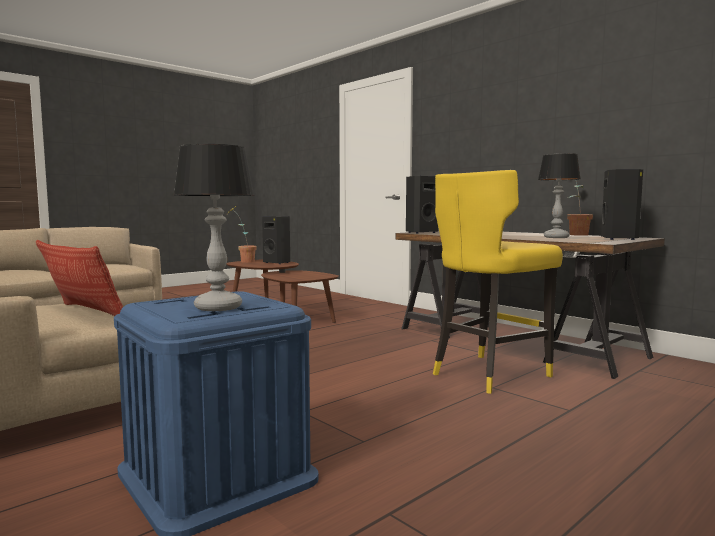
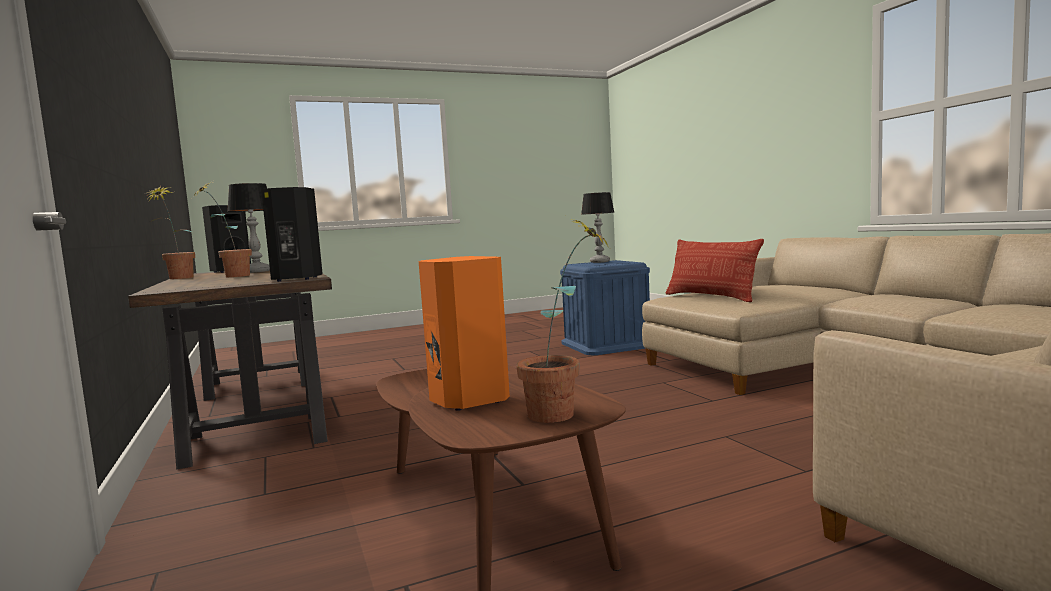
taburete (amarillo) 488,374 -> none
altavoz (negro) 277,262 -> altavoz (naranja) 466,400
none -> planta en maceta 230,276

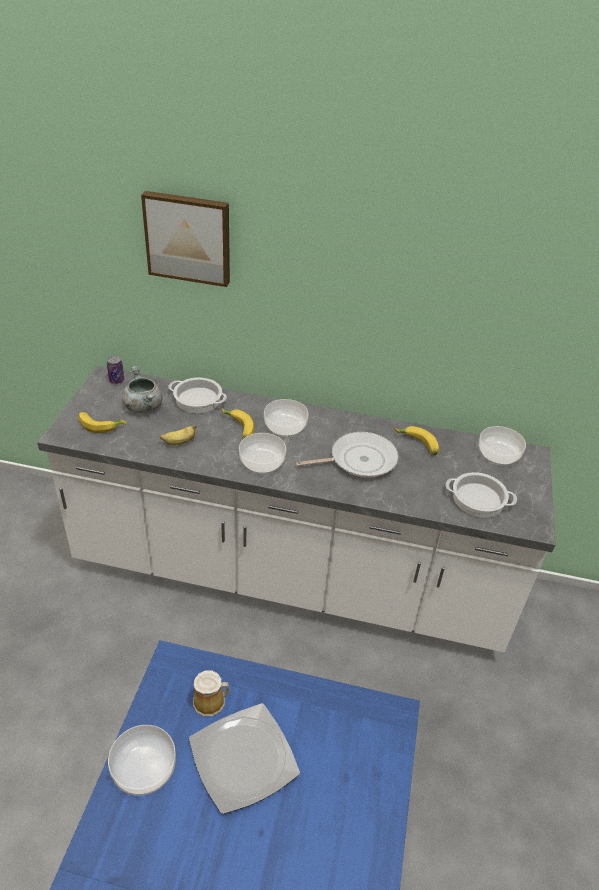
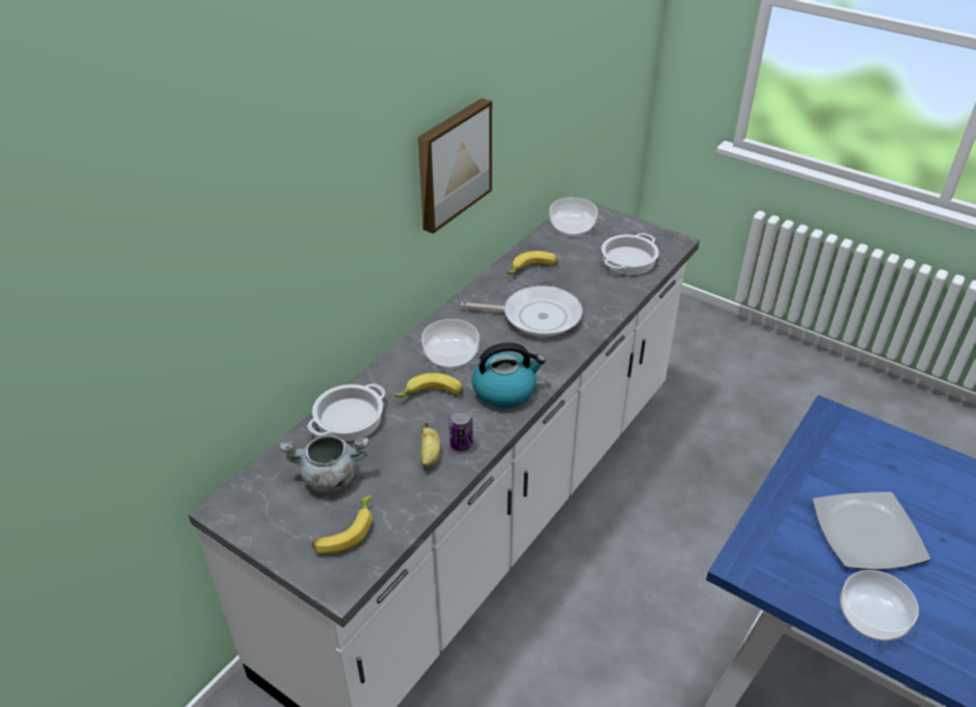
cuadro 188,238 -> cuadro 452,163, moved
lata 116,380 -> lata 461,444, moved
sartén 359,460 -> sartén 537,316, 90 degrees clockwise
cuenco 262,462 -> hervidor 505,390
taza grande 211,701 -> none

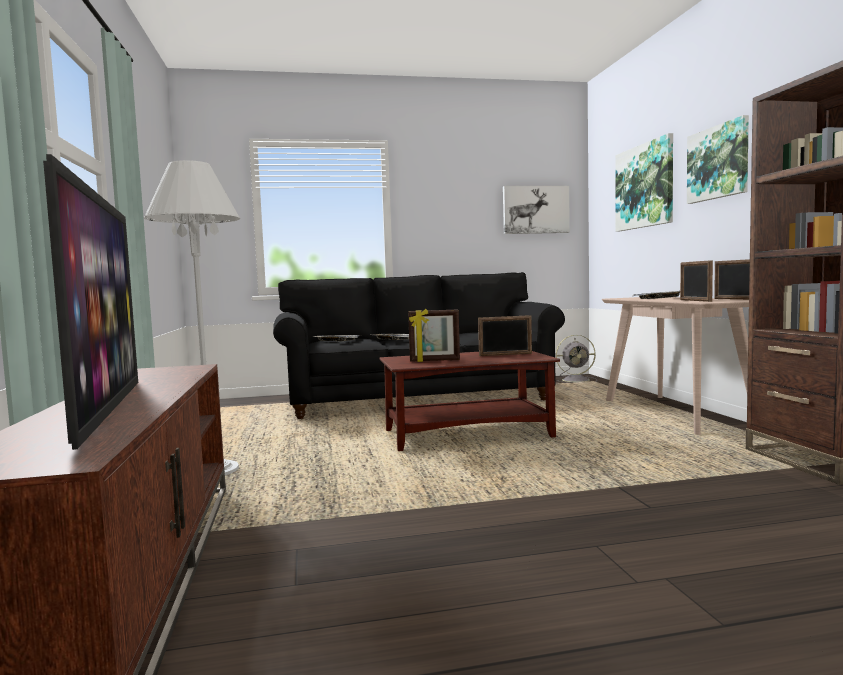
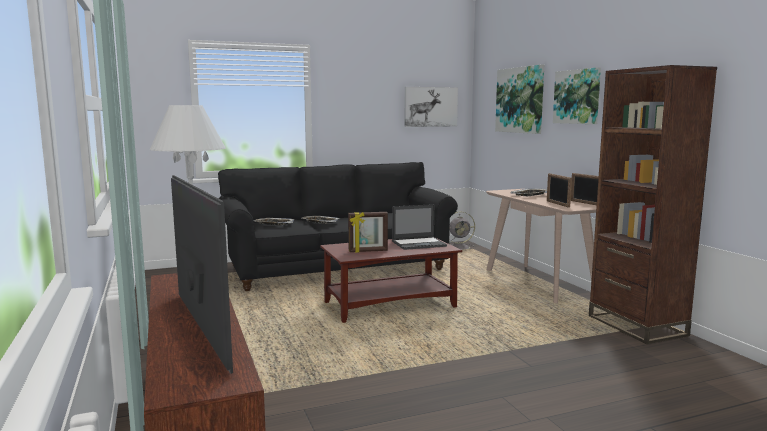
portarretratos 505,354 -> portátil 419,244

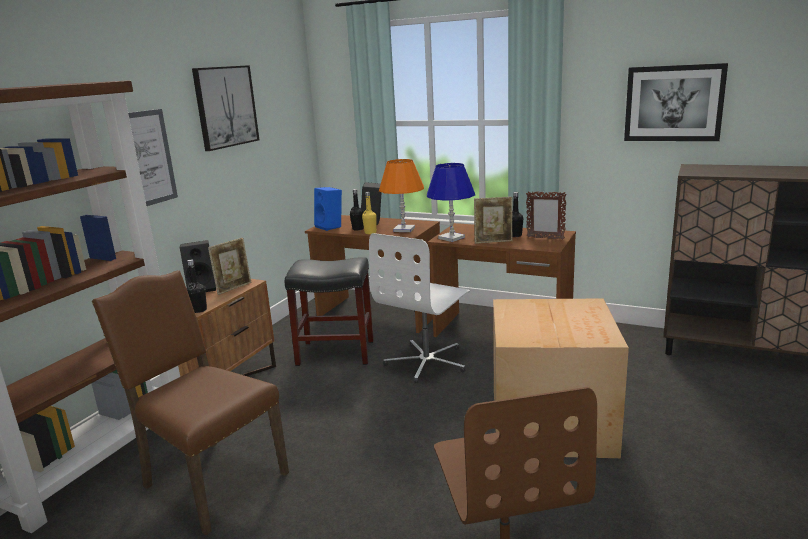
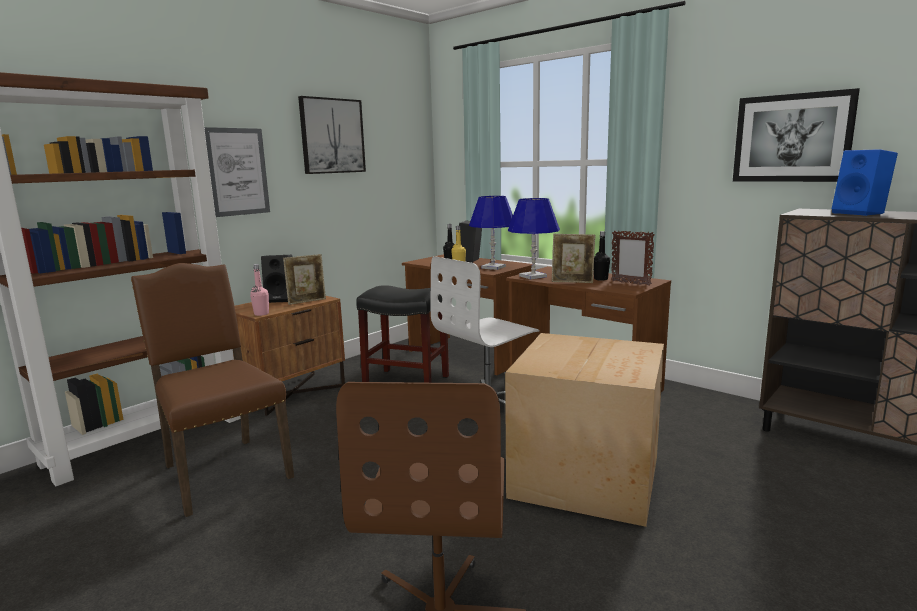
lámpara de mesa (naranja) 403,229 -> lámpara de mesa (azul) 493,267
altavoz (azul) 330,226 -> altavoz (azul) 861,213, moved
botella (negro) 199,310 -> botella (rosa) 261,314

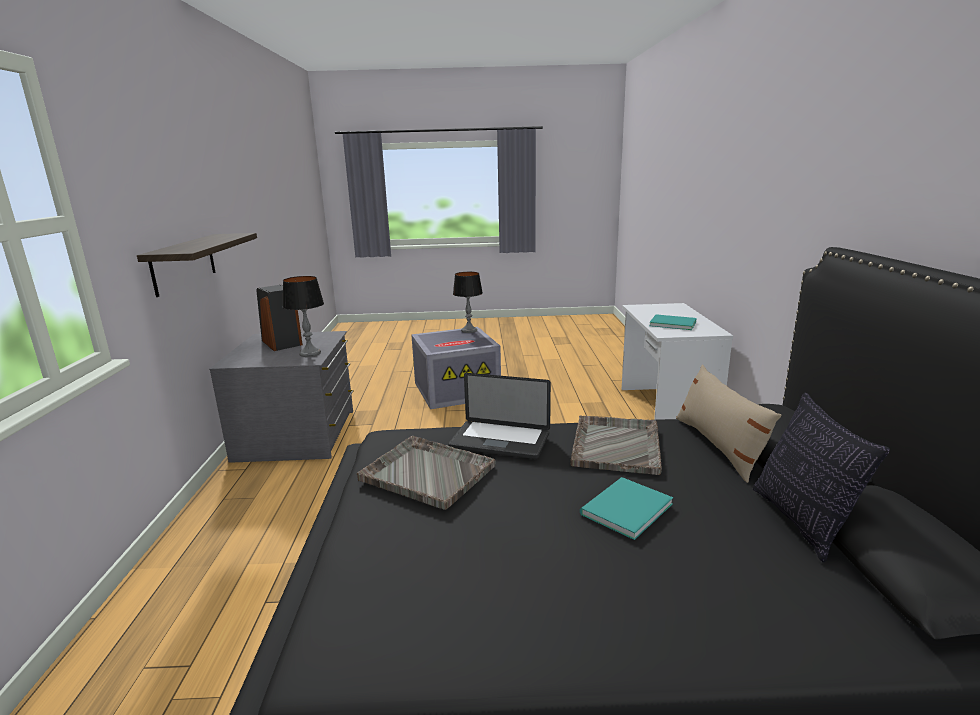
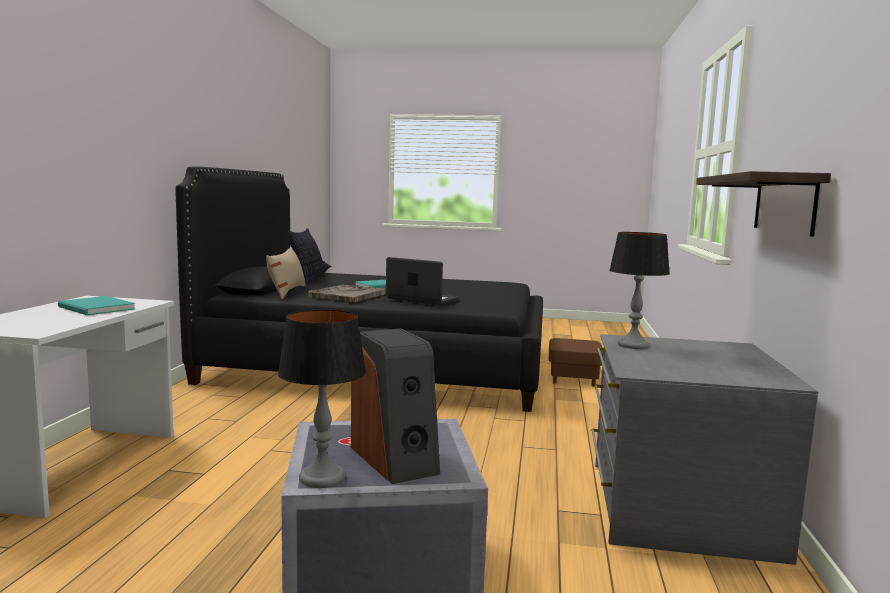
altavoz 280,343 -> altavoz 395,459, moved
bandeja (gris) 426,472 -> none
none -> puf (marrón) 573,379

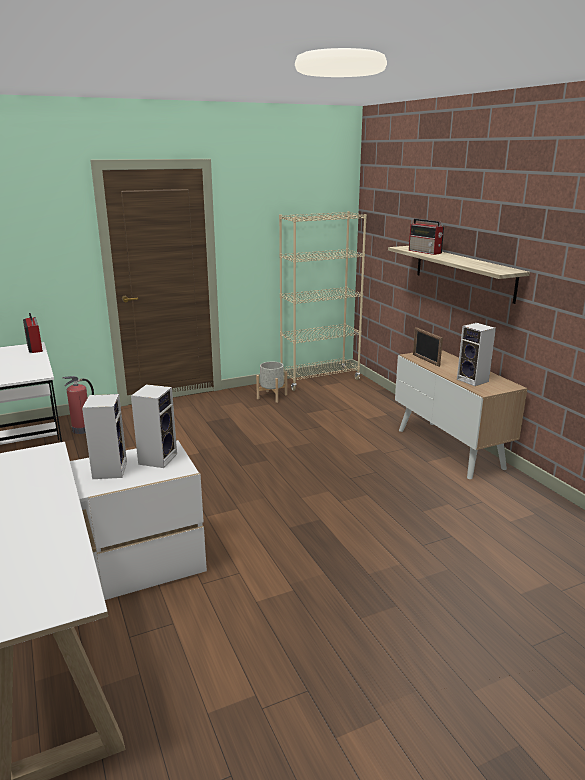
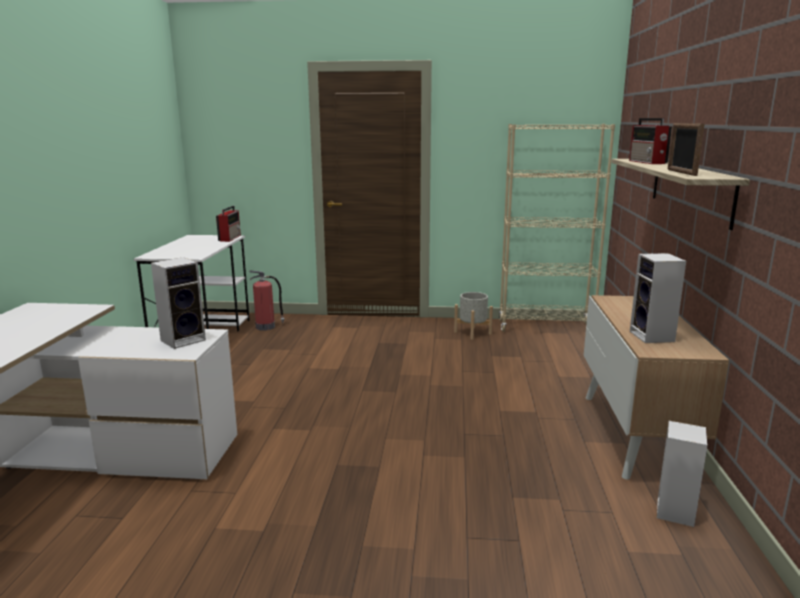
portarretratos 425,360 -> portarretratos 681,172, moved
altavoz 109,470 -> altavoz 674,510, moved

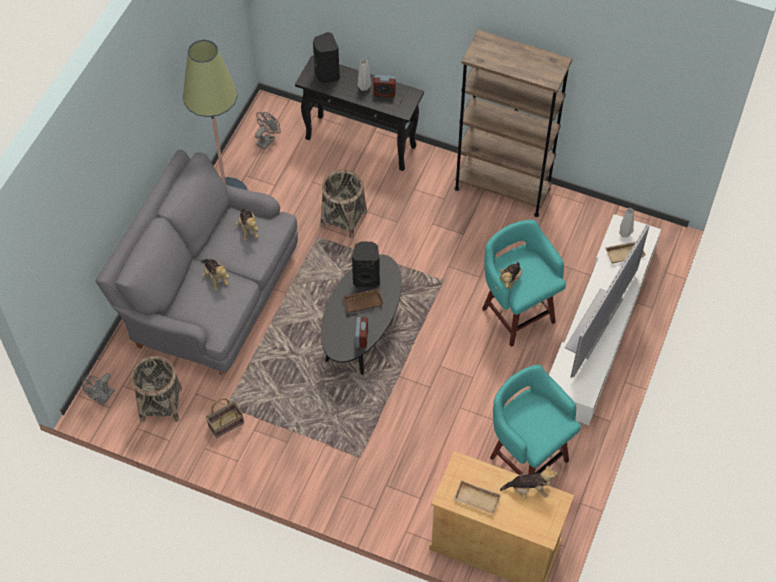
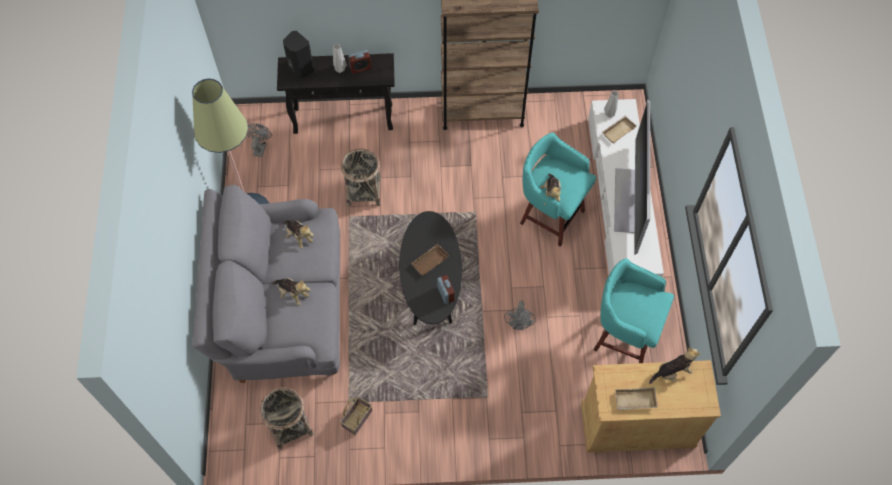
altavoz (negro) 366,278 -> none
ventilador (gris) 102,398 -> ventilador (gris) 518,324, moved

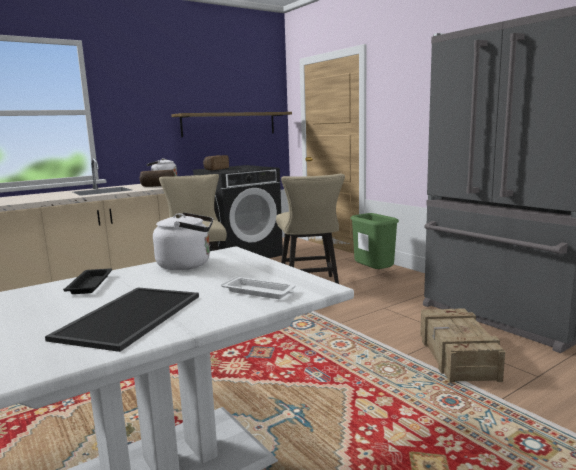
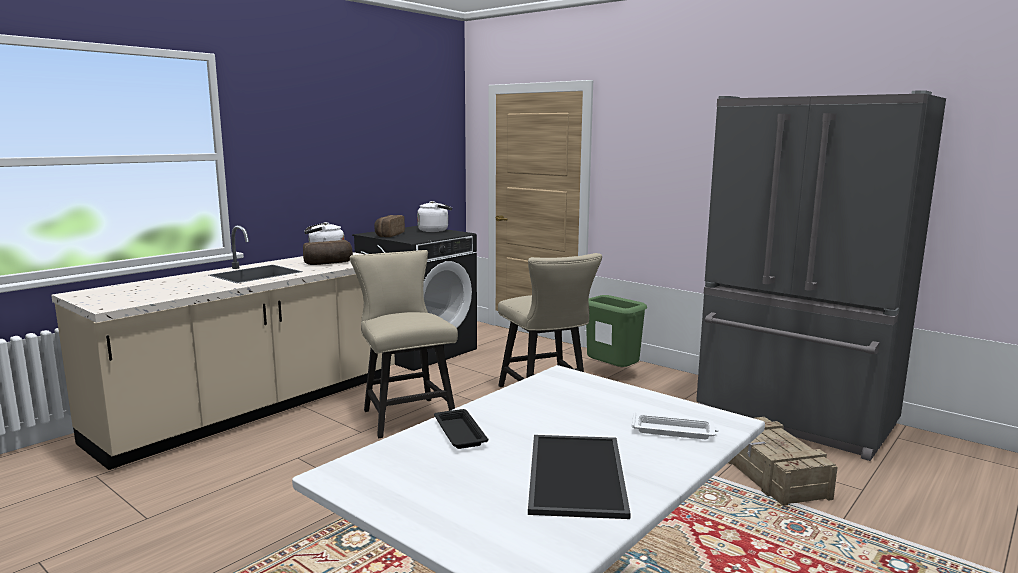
estante 229,124 -> none
hervidor (blanco) 188,265 -> hervidor (blanco) 435,230, moved

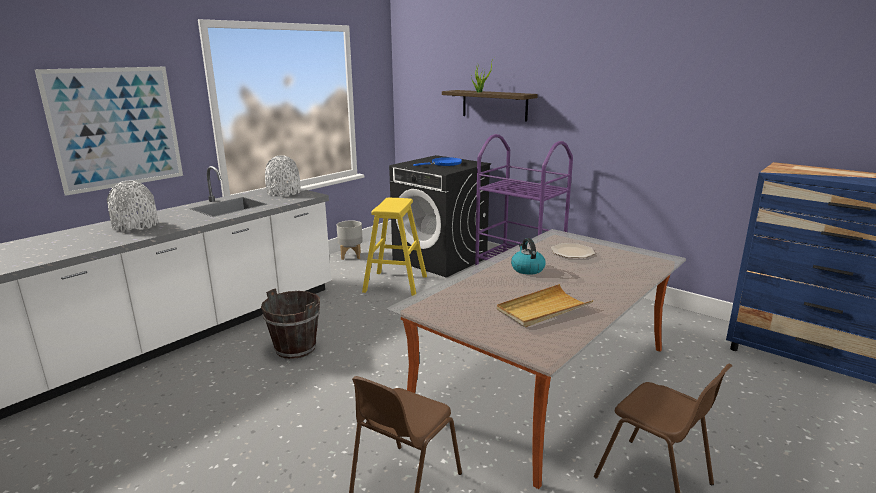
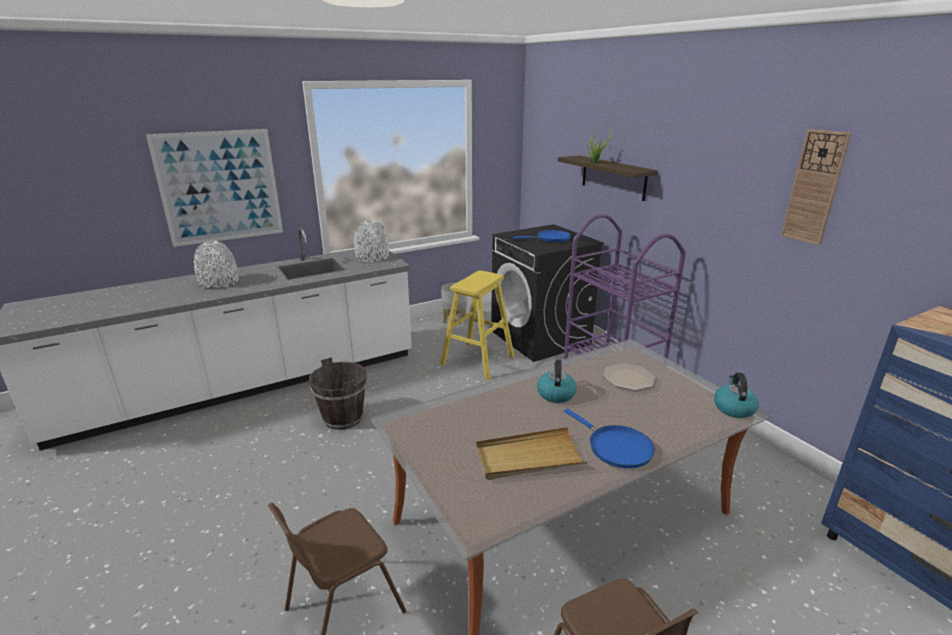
none -> reloj de pared 814,187
none -> hervidor 733,408
none -> sartén (azul) 616,447

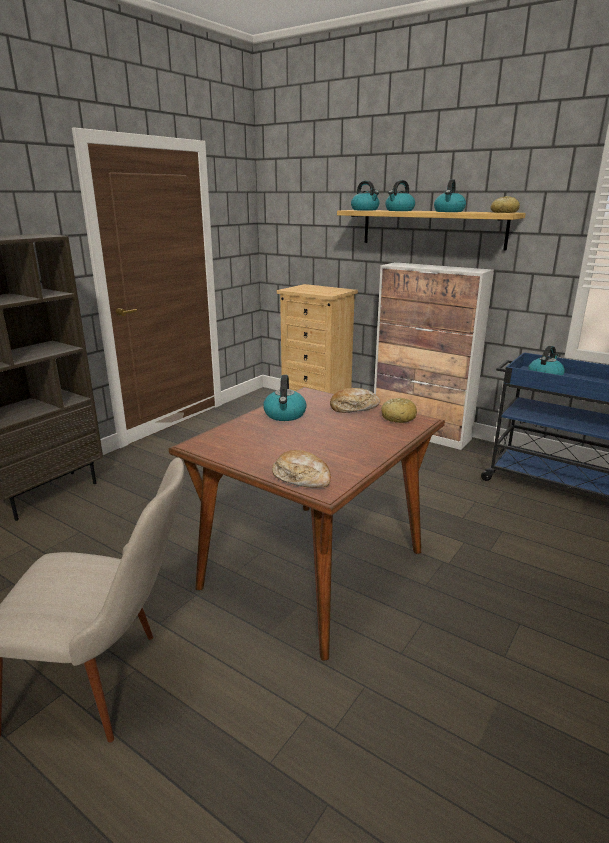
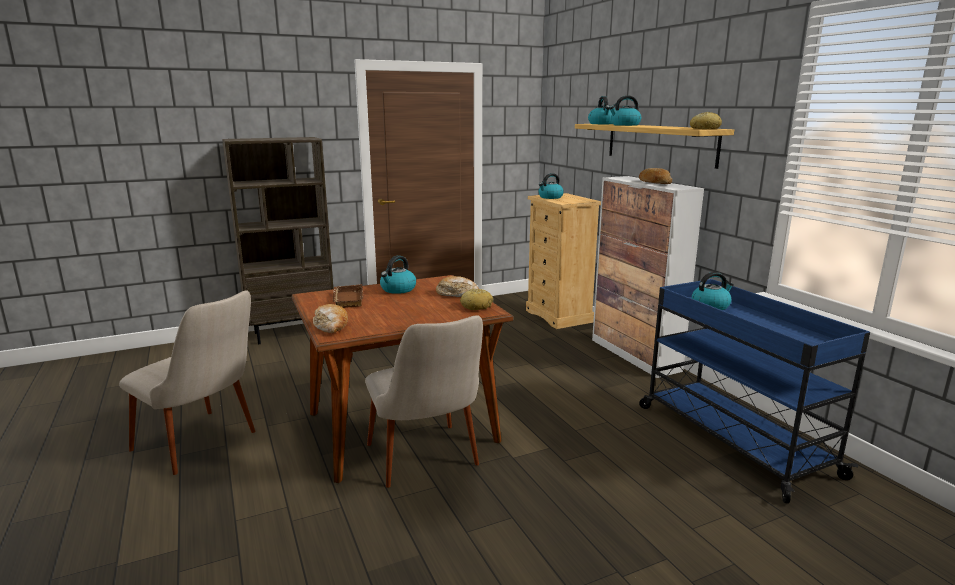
hervidor 449,211 -> hervidor 550,197, moved
none -> pan 654,183
none -> bandeja (marrón) 346,299
none -> silla (beis) 428,465

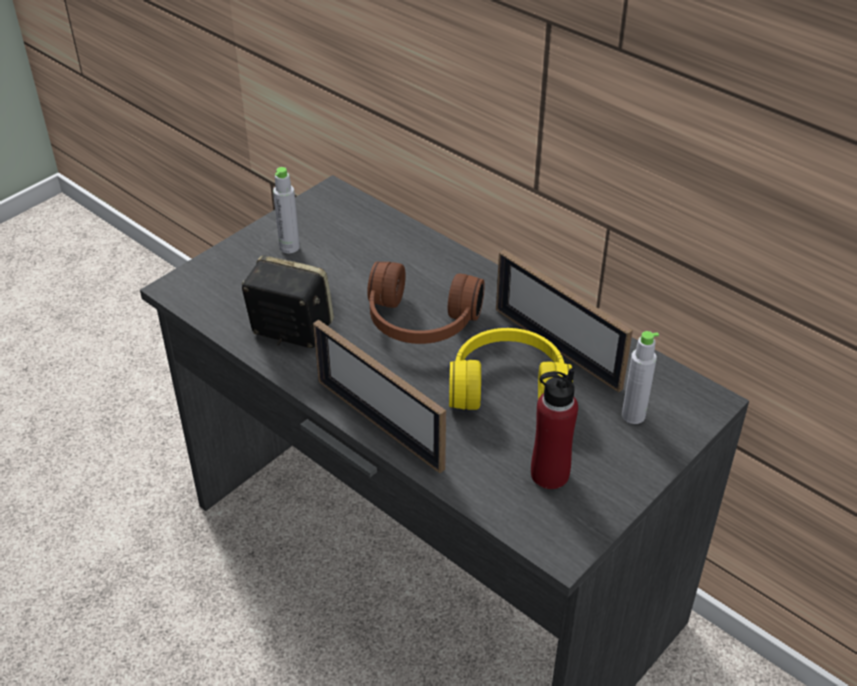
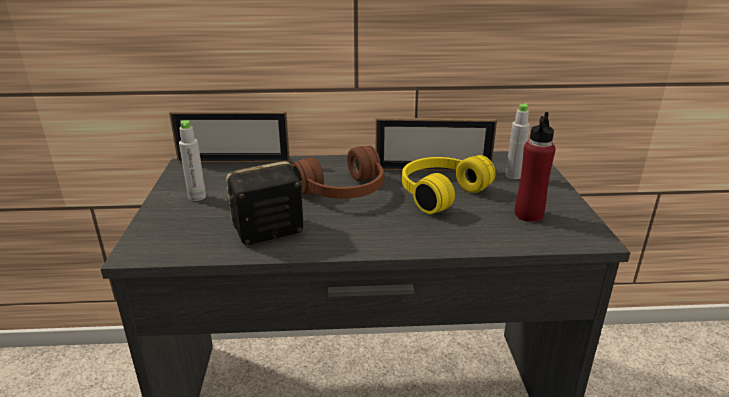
portarretratos 379,423 -> portarretratos 234,161, moved

